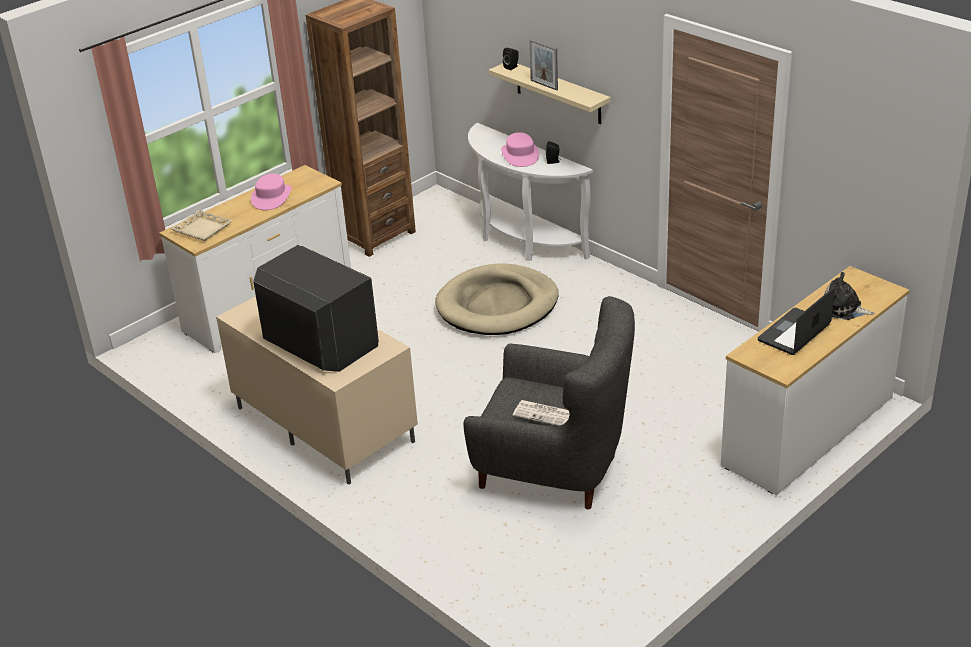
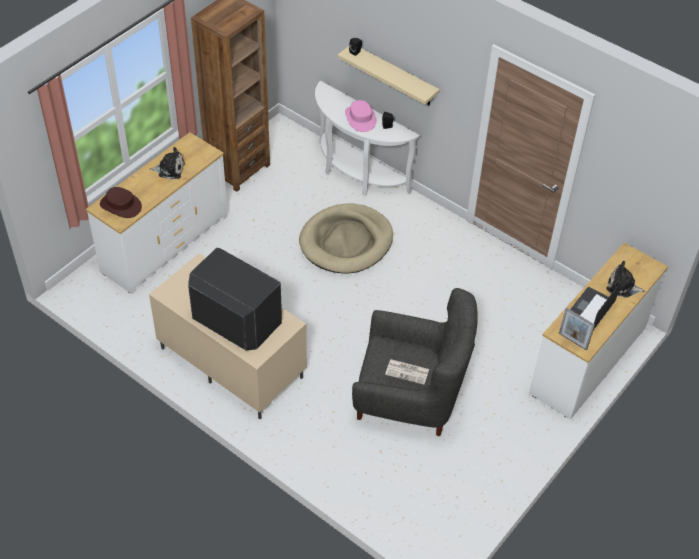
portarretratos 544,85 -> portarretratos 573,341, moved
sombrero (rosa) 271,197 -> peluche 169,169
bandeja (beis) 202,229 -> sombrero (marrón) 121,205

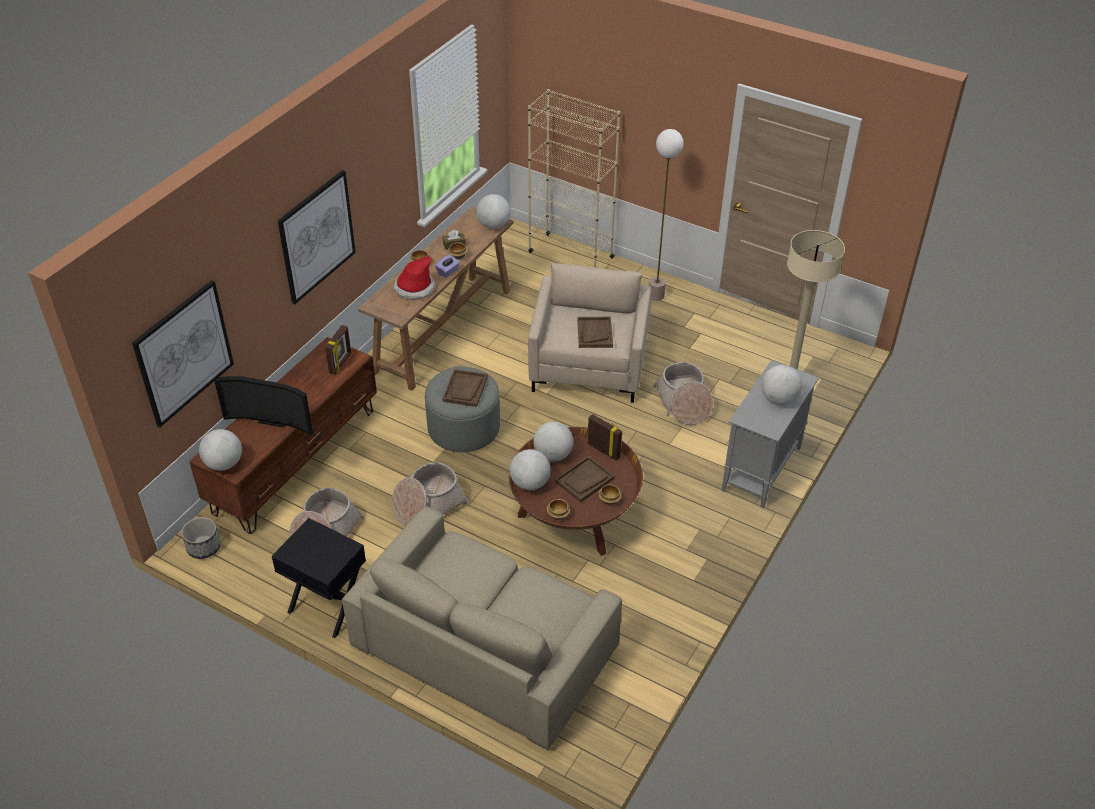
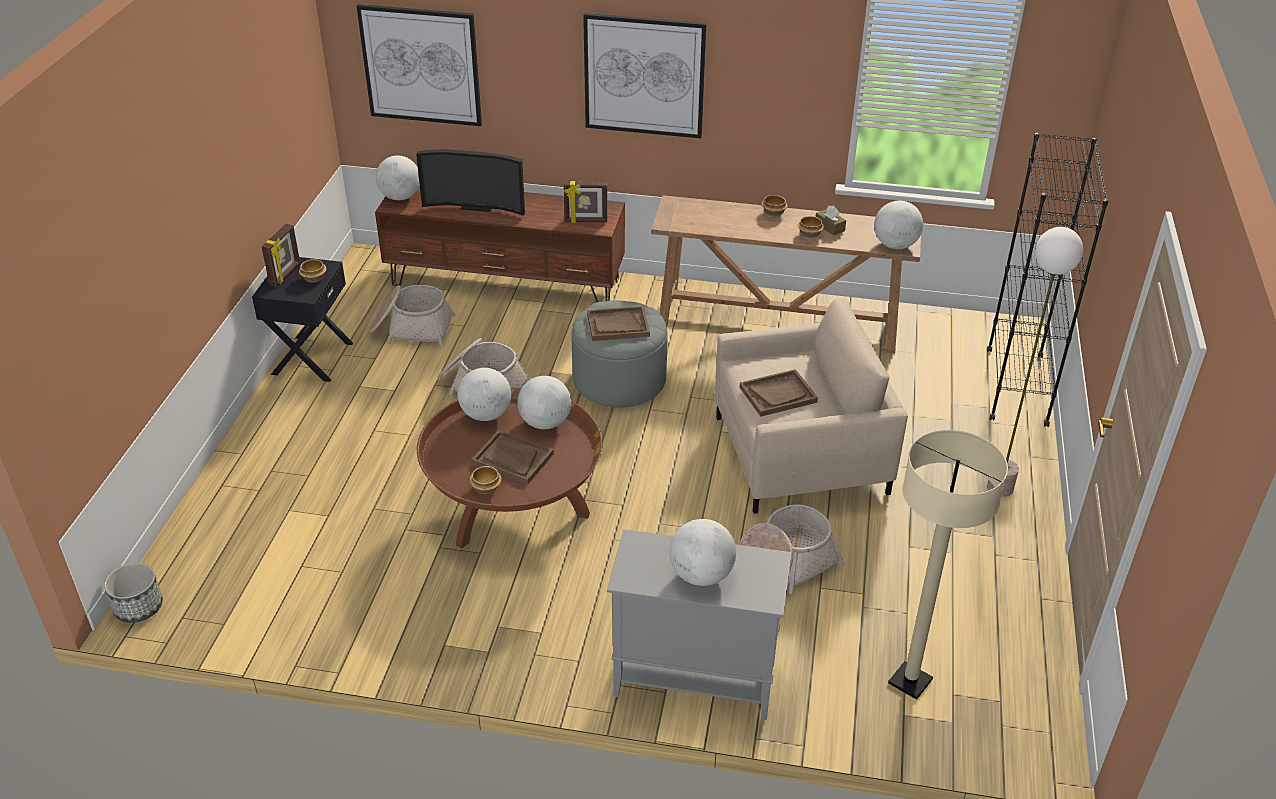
estantería (beis) 570,254 -> estantería (negro) 1016,386
caja de pañuelos (morado) 448,271 -> none
sombrero 414,288 -> none
televisor 273,419 -> televisor 477,206, 75 degrees counterclockwise
portarretratos 604,450 -> portarretratos 285,274, moved
cuenco 558,514 -> cuenco 314,278, moved
sofá (beis) 485,645 -> none
maceta 203,547 -> maceta 138,607, moved

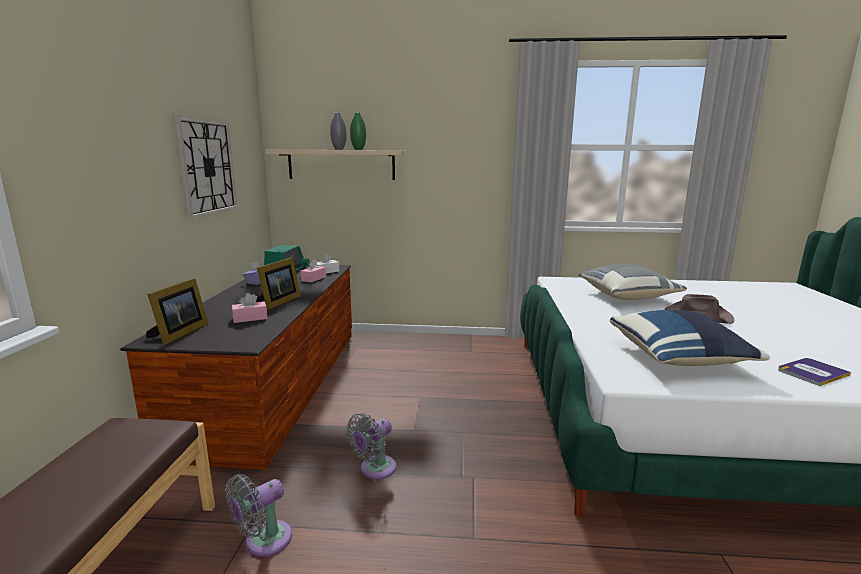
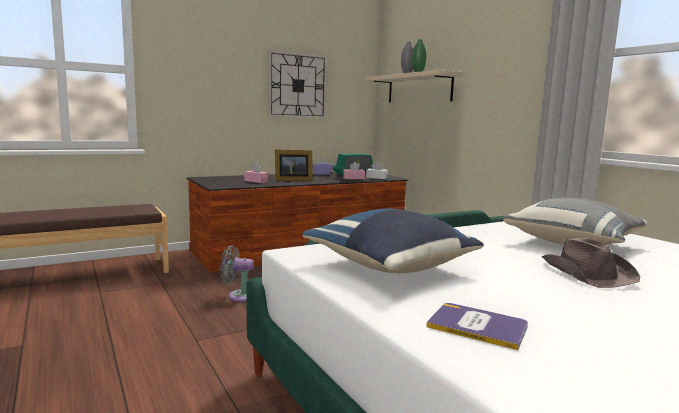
portarretratos 178,334 -> none
ventilador (gris) 264,542 -> none

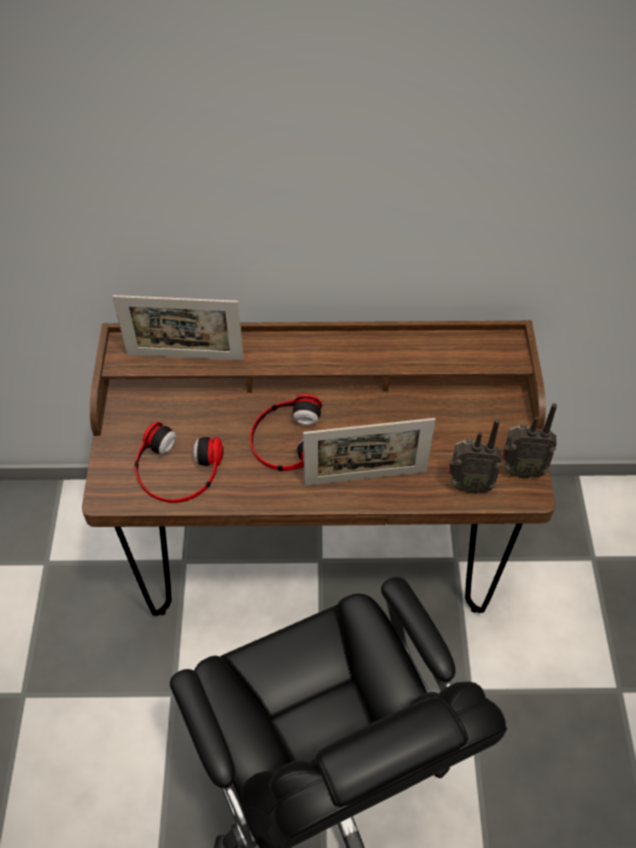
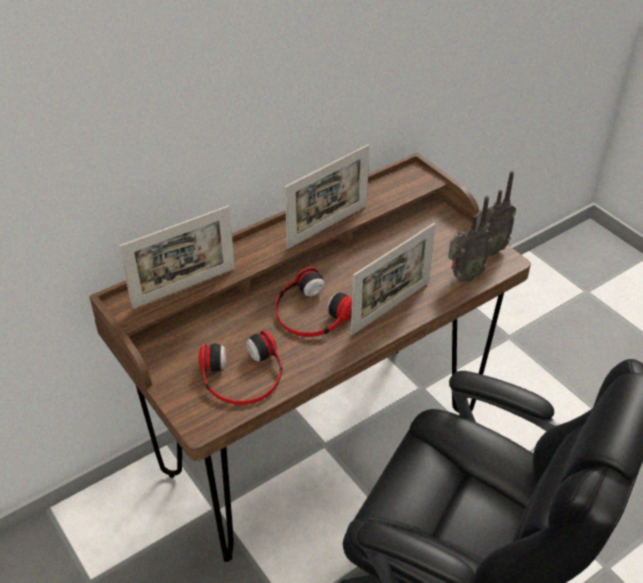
none -> portarretratos 327,226

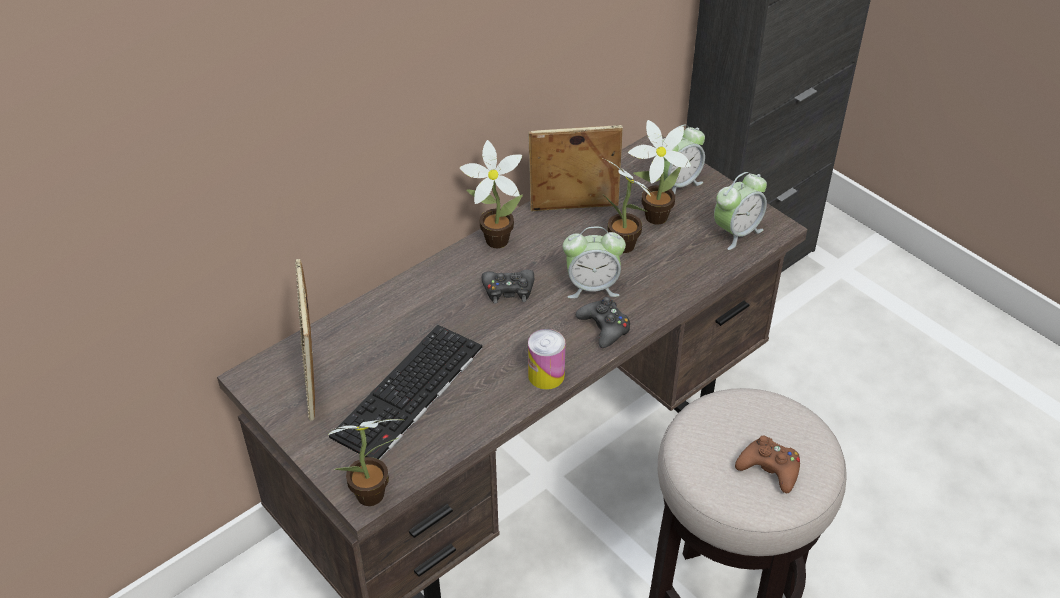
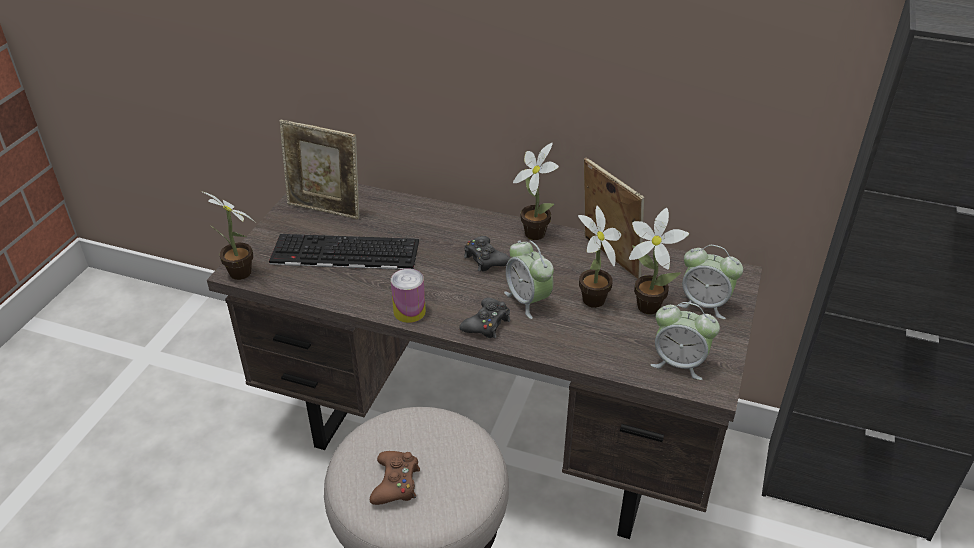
portarretratos 312,382 -> portarretratos 325,209, 120 degrees counterclockwise

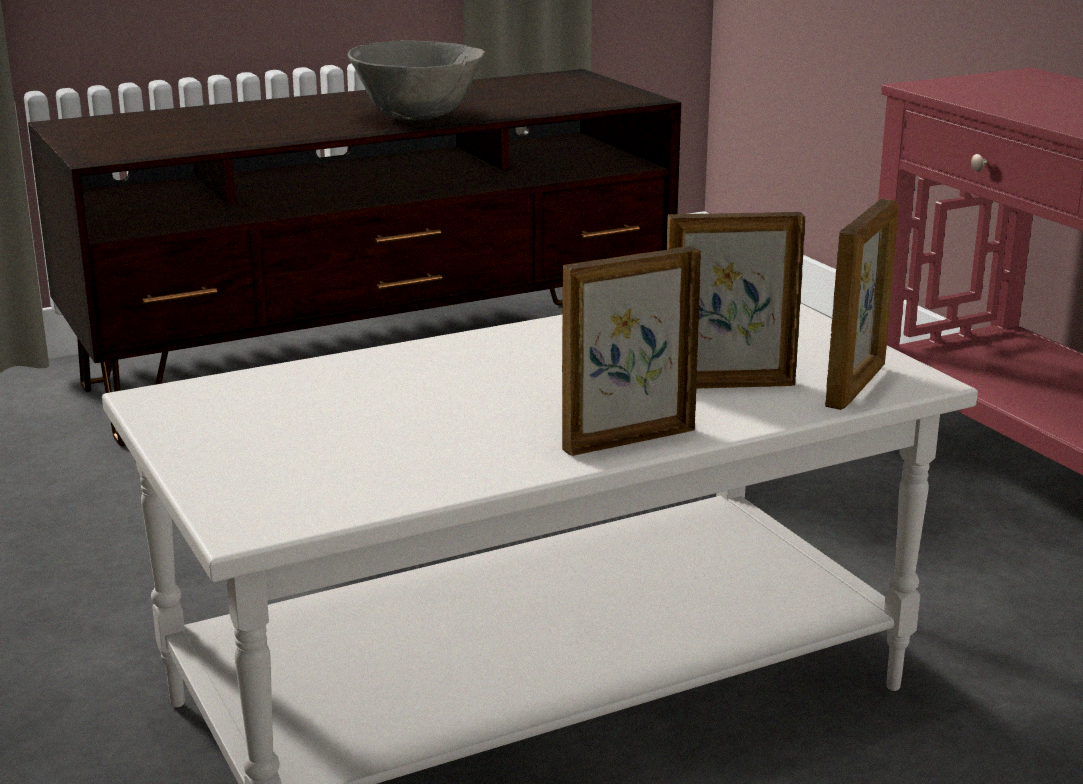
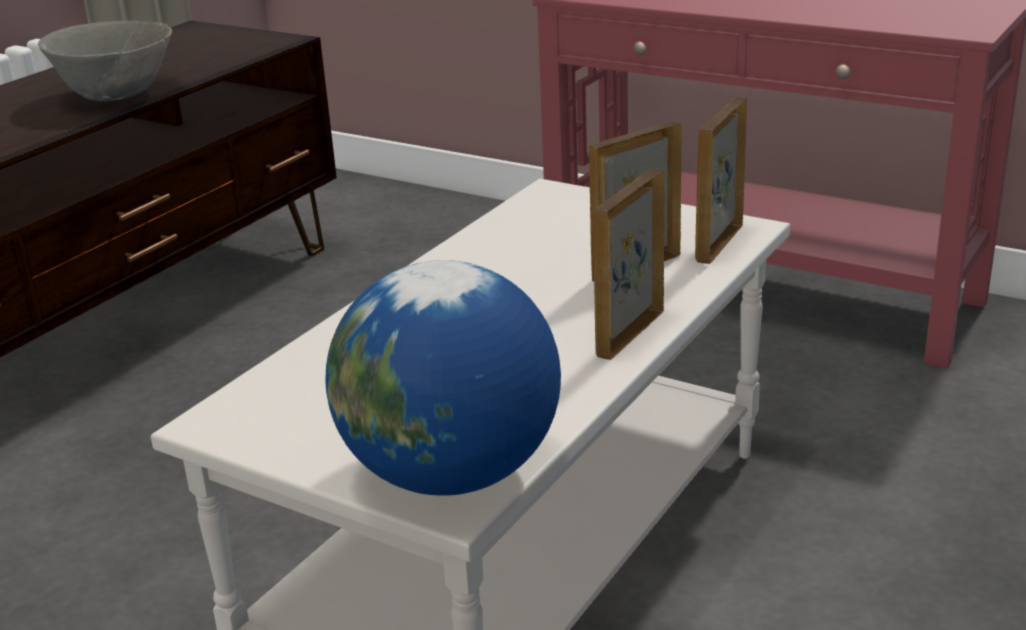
portarretratos 856,386 -> portarretratos 718,243, 150 degrees counterclockwise
none -> globo terráqueo 450,474

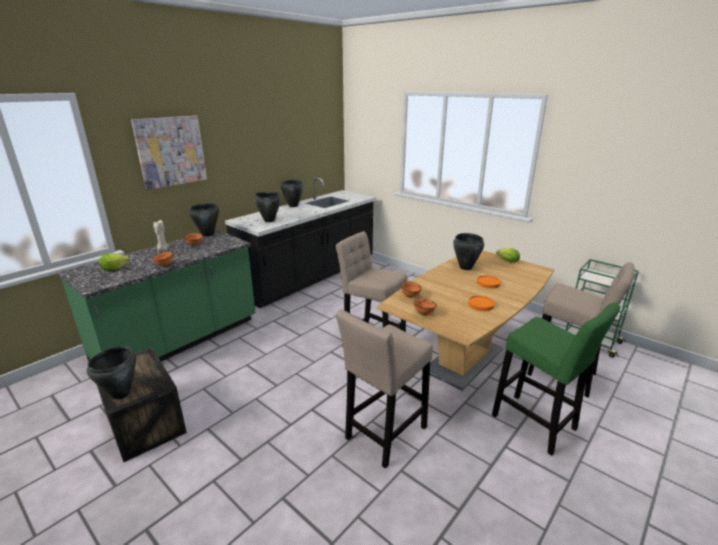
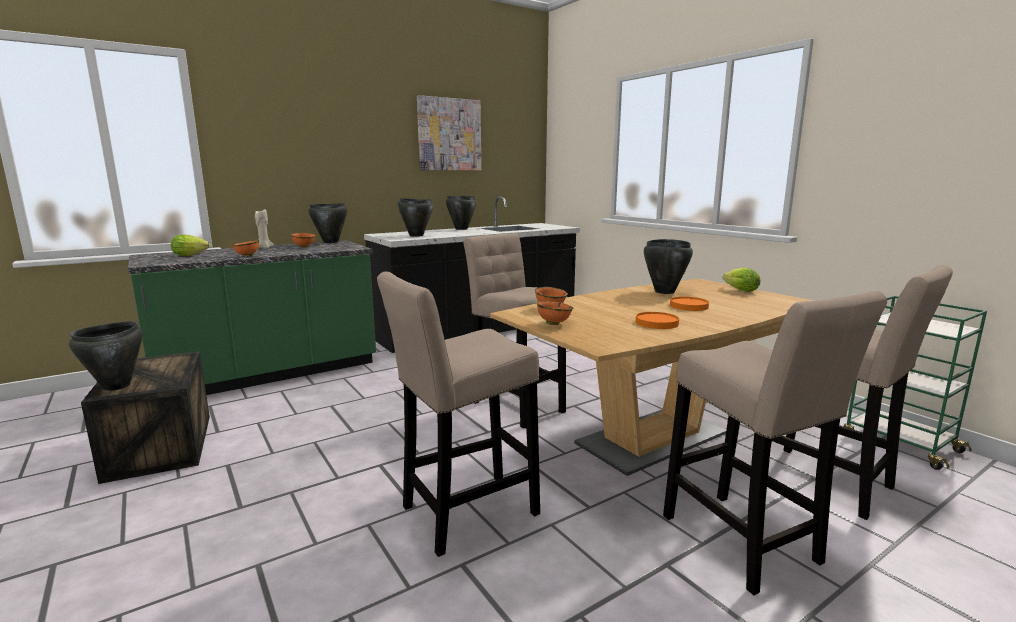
cuadro 171,151 -> cuadro 449,134, moved
taburete (verde) 537,425 -> taburete (beis) 744,544

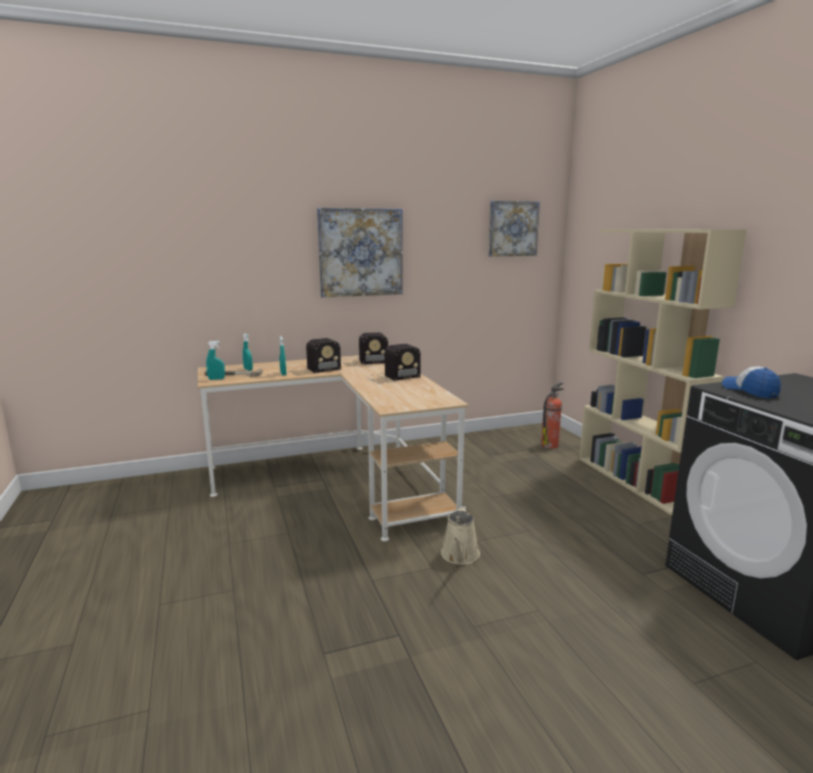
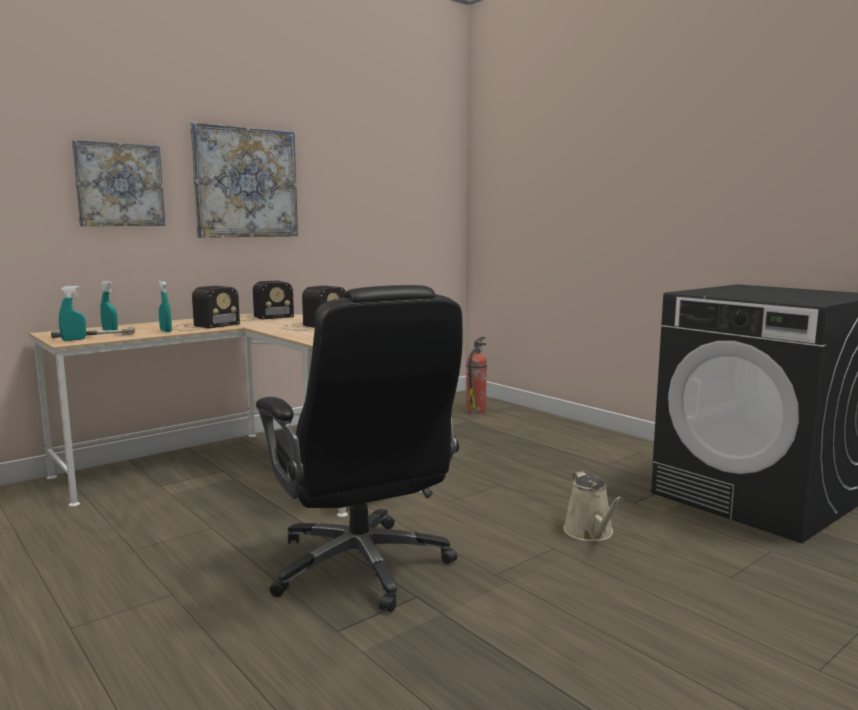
cuadro 512,228 -> cuadro 119,185, moved
estantería (beis) 636,481 -> none
gorra 749,391 -> none
regadera (beis) 460,556 -> regadera (beis) 590,533, moved
none -> silla de oficina (negro) 362,567

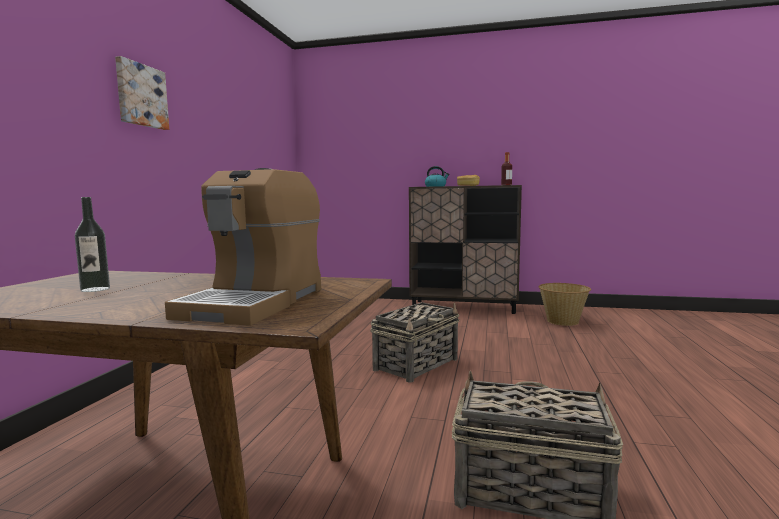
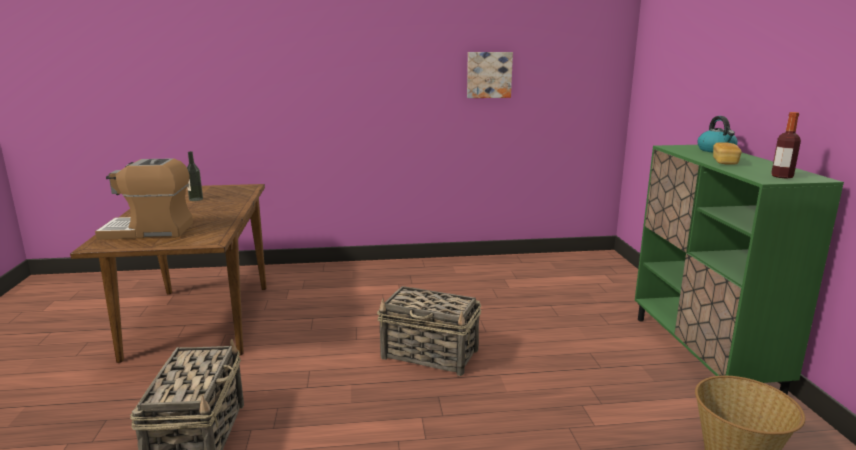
cuadro 141,95 -> cuadro 489,75, moved
armario (marrón) 464,307 -> armario (verde) 703,355

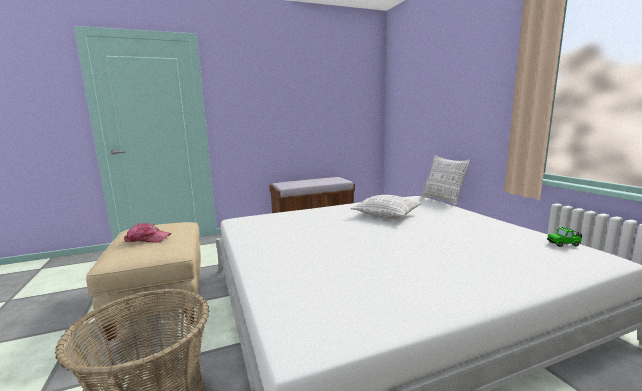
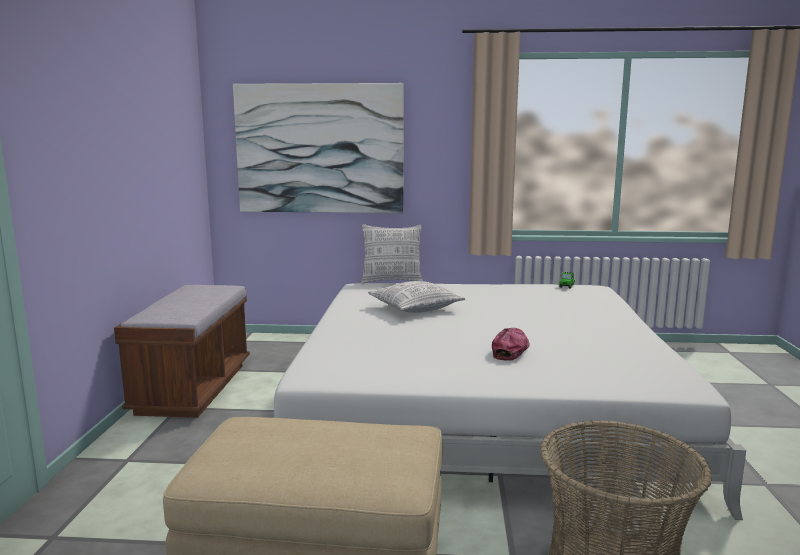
gorra 147,239 -> gorra 511,350, moved
none -> cuadro 319,149

